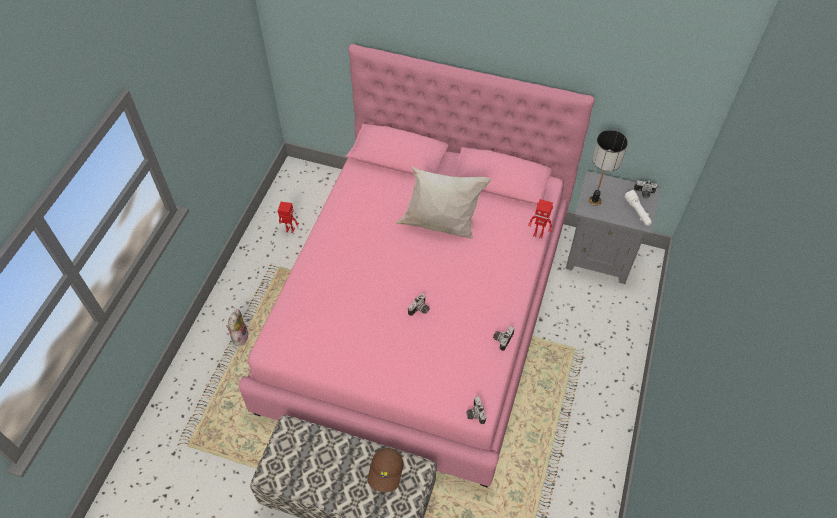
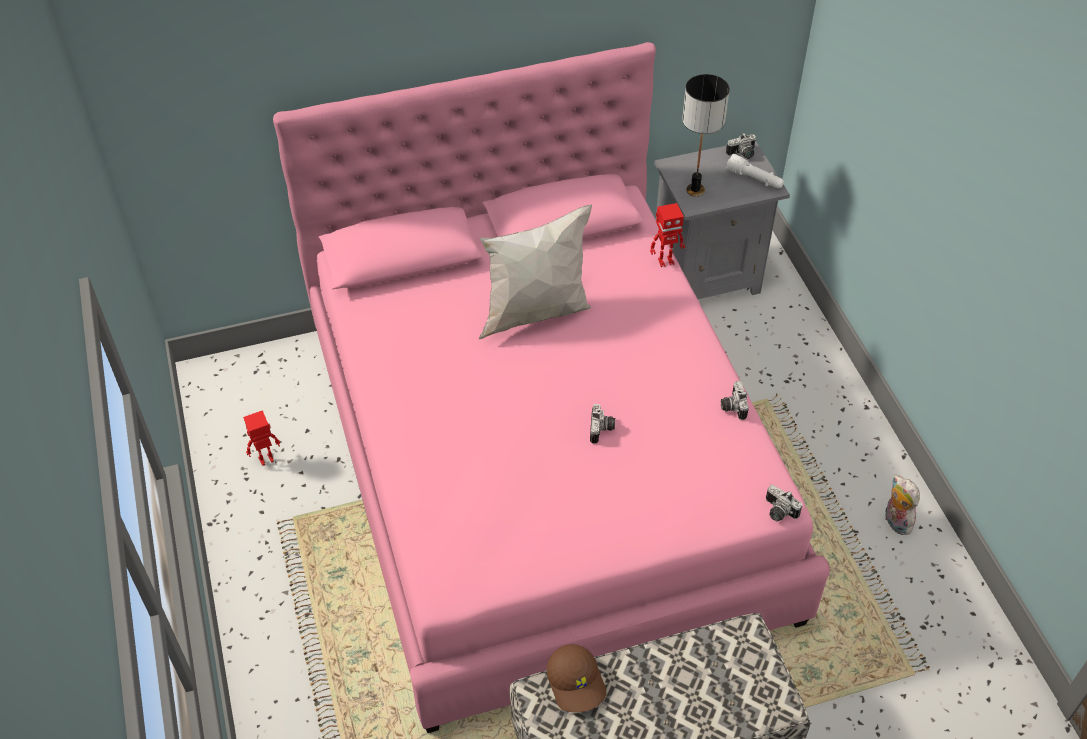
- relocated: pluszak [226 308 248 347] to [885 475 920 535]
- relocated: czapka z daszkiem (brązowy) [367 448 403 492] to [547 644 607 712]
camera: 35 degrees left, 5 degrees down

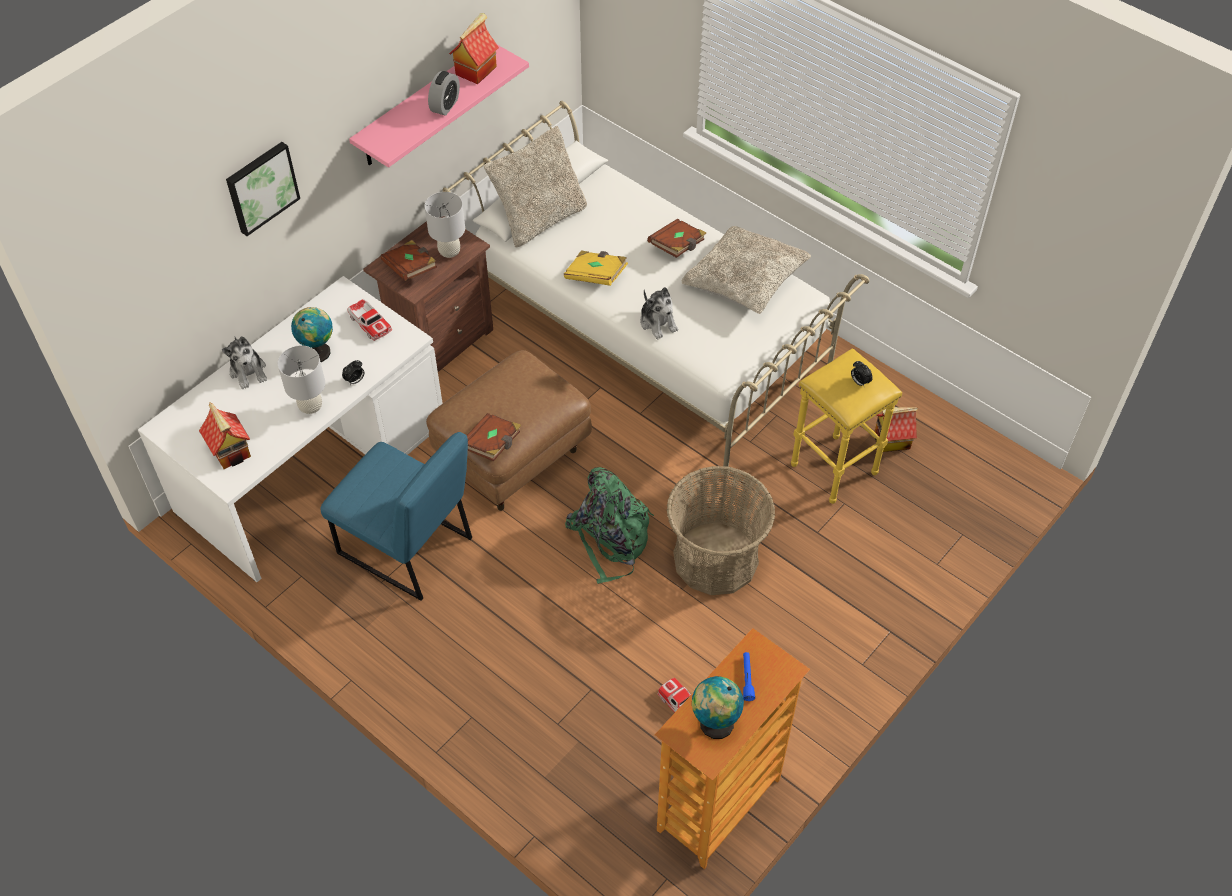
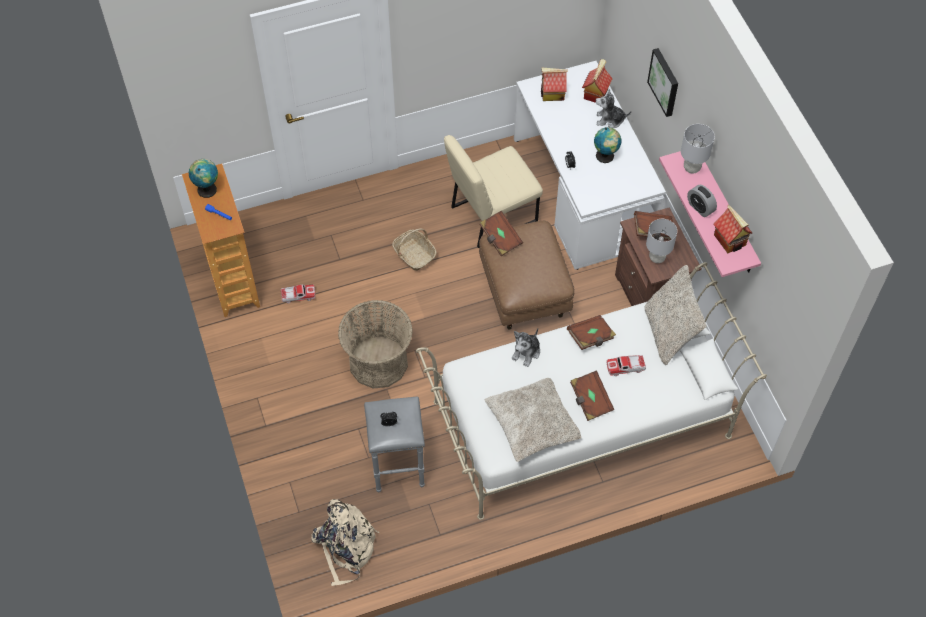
- colour: książka (żółty) [564 250 628 286] to książka (brązowy) [567 315 616 350]
- spun: pluszak [640 287 678 339] = [512 328 540 367] 60 degrees counterclockwise
- relocated: samochodzik [347 299 392 341] to [607 355 646 376]
- relocated: lampa stołowa (szary) [278 345 325 414] to [681 124 715 173]
- colour: stołek (żółty) [791 349 902 504] to stołek (szary) [364 396 425 493]
- relocated: domek [875 407 918 452] to [582 59 612 103]
- colour: krzesło (niebieski) [321 432 472 601] to krzesło (beżowy) [444 135 543 248]
- missing: plecak (zielony) [565 467 654 584]
- appeared: koszyk [392 228 437 271]
- appeared: plecak (beżowy) [311 499 379 586]
camera: 120 degrees right, 5 degrees up

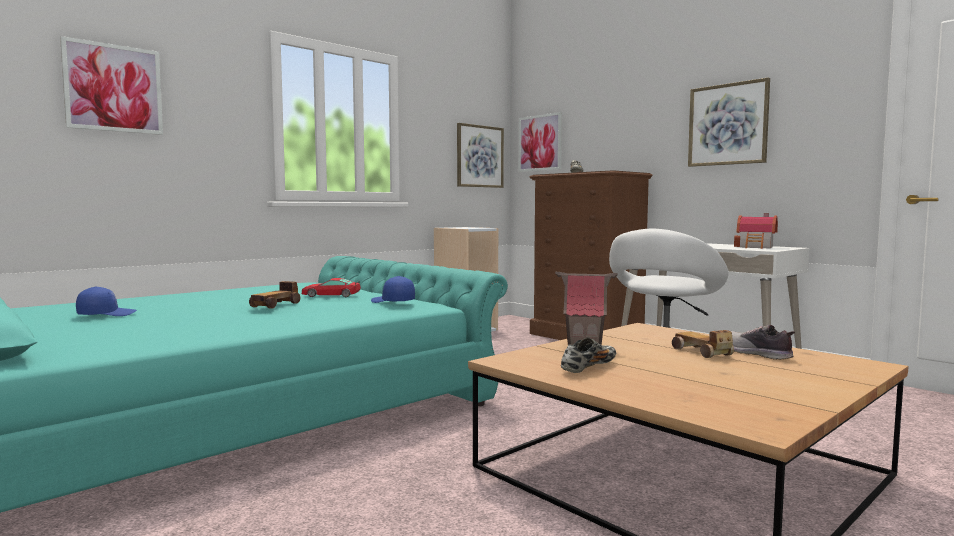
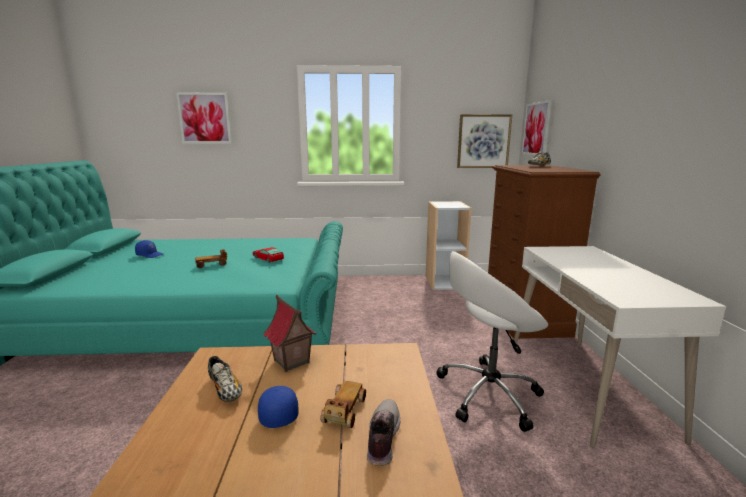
- missing: obraz [688 78 770 167]
- missing: domek [734 213 778 249]
- relocated: czapka z daszkiem (niebieski) [371 276 415 303] to [258 386 299 428]
- spun: but [561 338 616 373] = [208 356 242 402] 60 degrees clockwise
camera: 40 degrees right, 10 degrees up

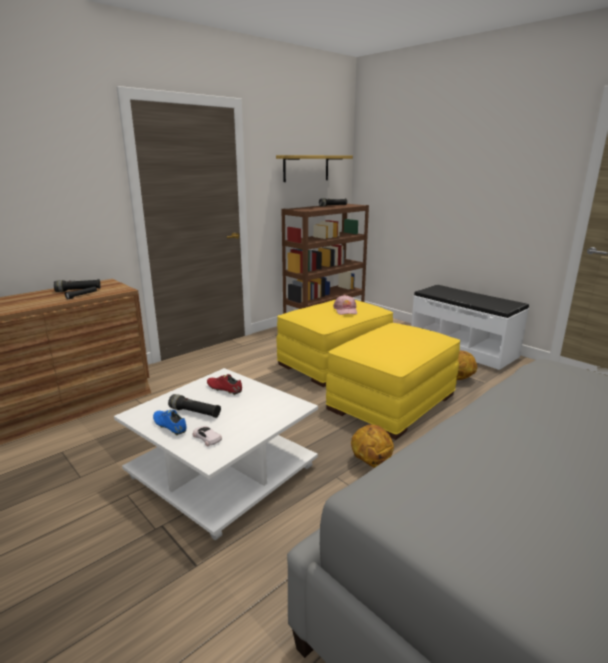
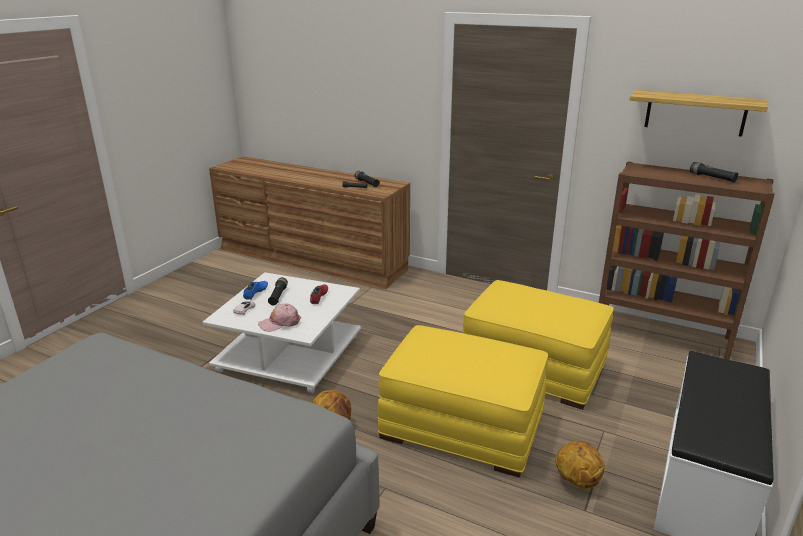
- relocated: czapka z daszkiem (różowy) [333 295 357 315] to [258 303 301 332]
camera: 70 degrees right, 5 degrees up

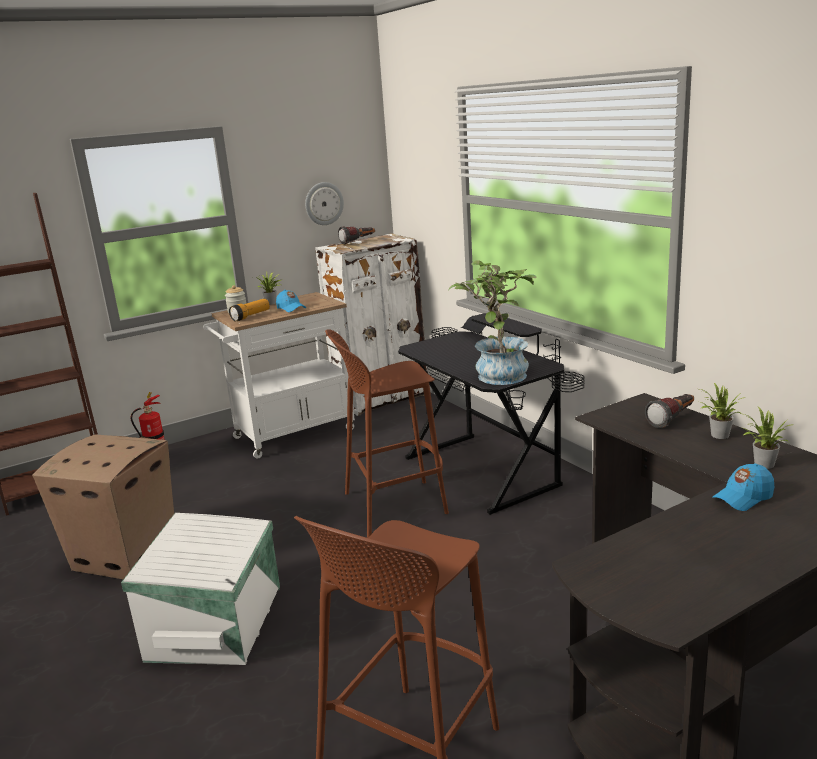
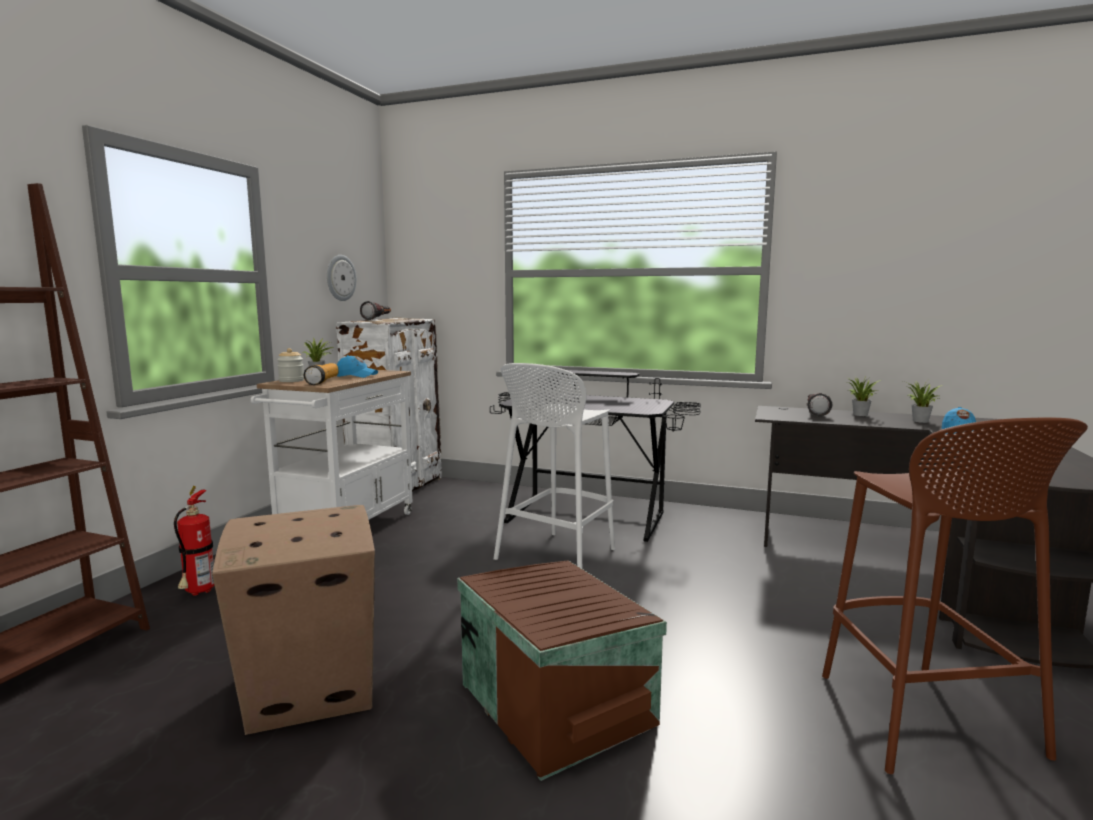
- missing: roślina doniczkowa [448 260 537 385]
- colour: stołek (brązowy) [325 329 449 538] to stołek (biały) [494 363 615 569]
- colour: pojemnik do przechowywania (biały) [121 513 280 665] to pojemnik do przechowywania (brązowy) [457 560 667 781]
camera: 40 degrees left, 10 degrees down

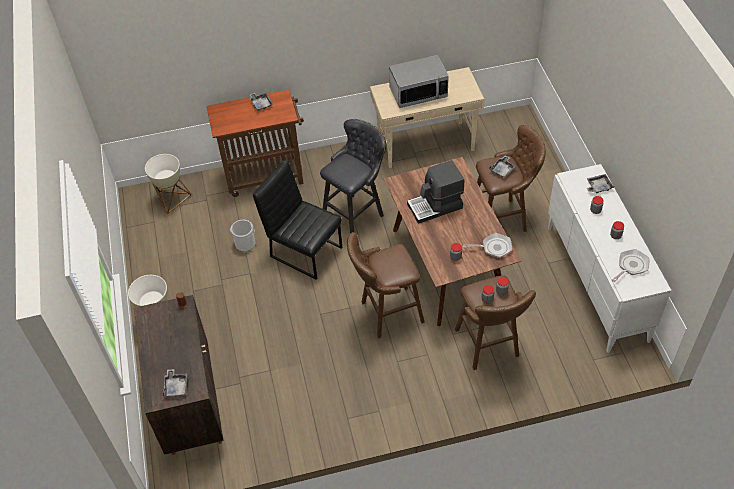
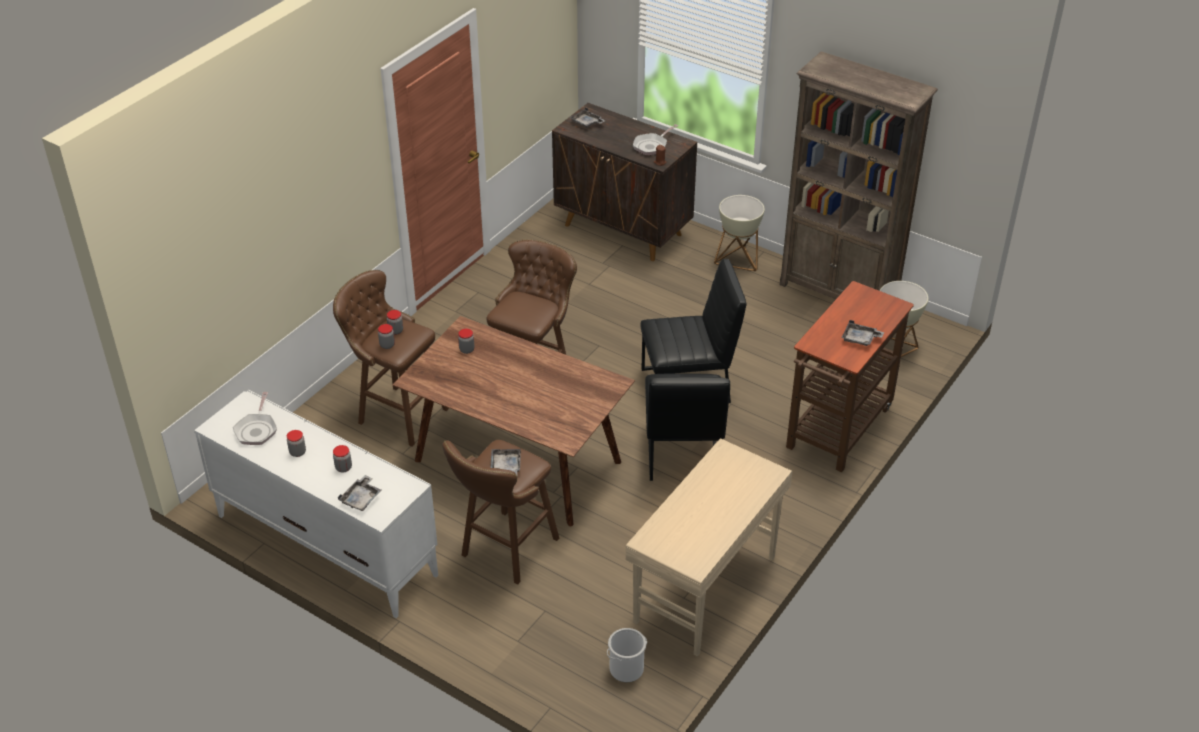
- missing: mikrofalówka [389 55 449 108]
- exchanged: stołek (czarny) [320 119 387 234] to krzesło (czarny) [645 373 730 481]
- missing: ekspres do kawy [407 160 465 224]
- relocated: wiadro [230 220 255 251] to [607 628 647 682]
- relocated: patelnia [463 233 512 258] to [633 124 678 156]
- appeared: regał (brązowy) [780 51 938 299]
camera: 135 degrees right, 10 degrees down

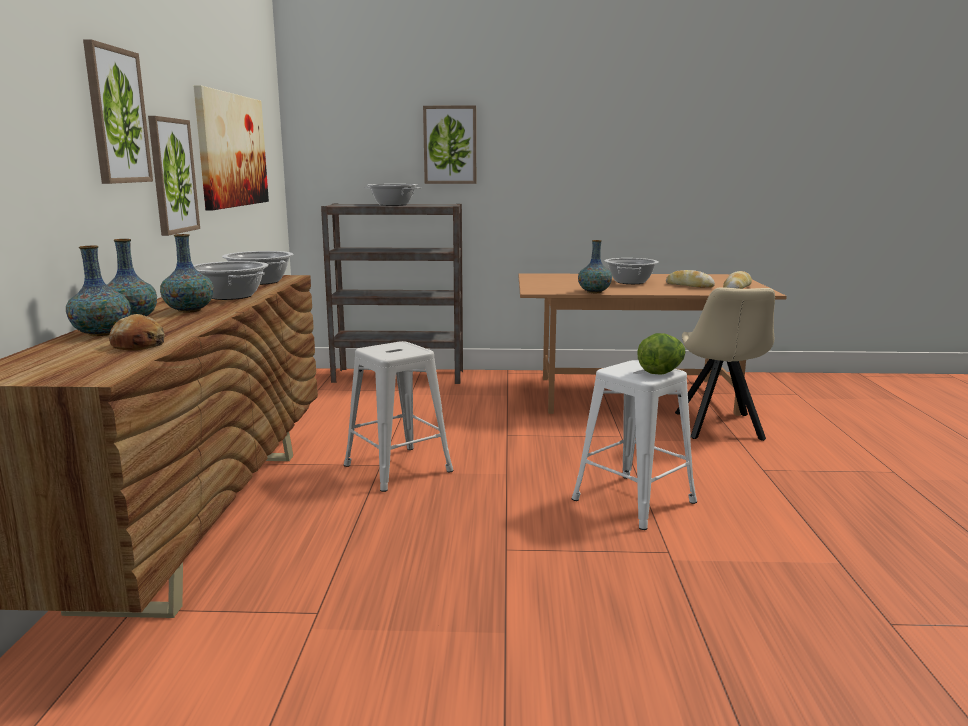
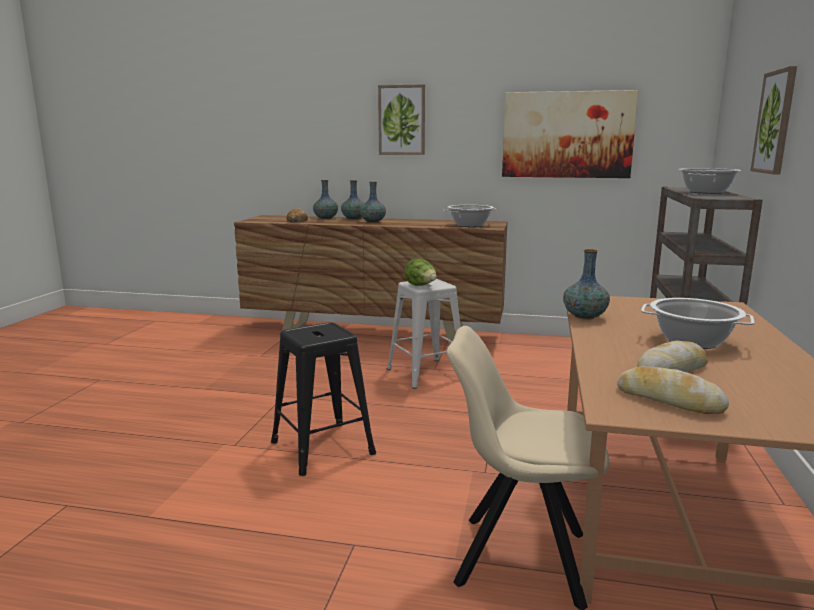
- missing: obraz [148 116 200 236]
- missing: garnek [193 261 268 300]
- relocated: sałata [637 333 685 375] to [405 259 437 286]
- colour: stołek (biały) [571 360 697 530] to stołek (czarny) [271 322 376 476]
camera: 100 degrees right, 0 degrees up

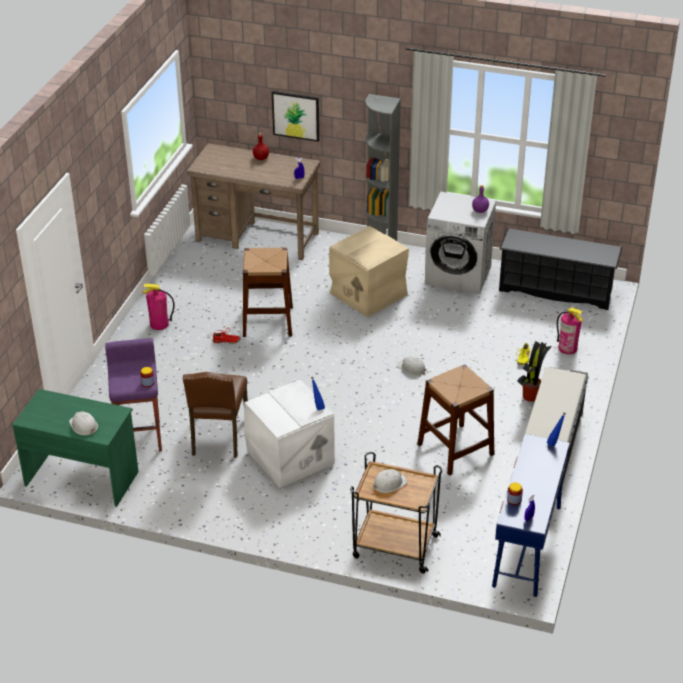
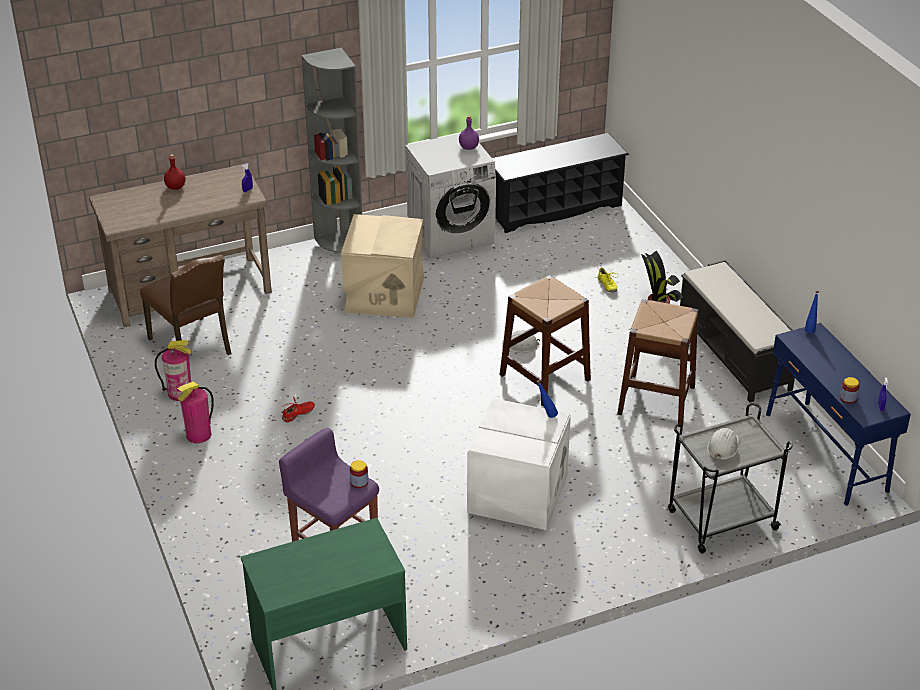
- missing: obraz [272 91 319 142]
- relocated: stołek (brązowy) [243 248 293 337] to [500 275 591 407]
- relocated: gaśnica [557 307 583 354] to [155 340 192 401]
- relocated: krzesło (brązowy) [183 372 248 458] to [140 255 231 355]
- missing: kask (biały) [69 411 98 435]
- colour: wózek (brązowy) [350 452 442 574] to wózek (szary) [668 403 793 553]
camera: 40 degrees left, 0 degrees up

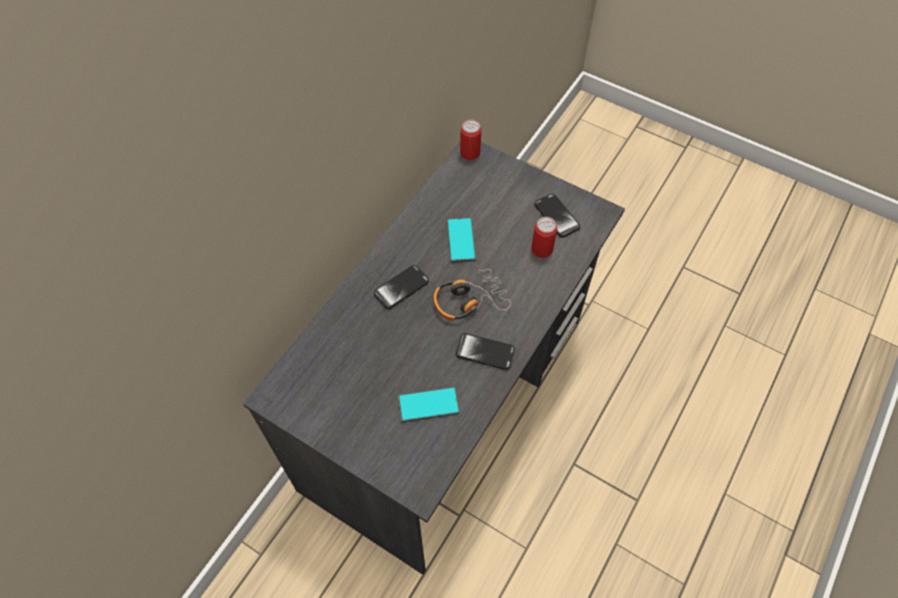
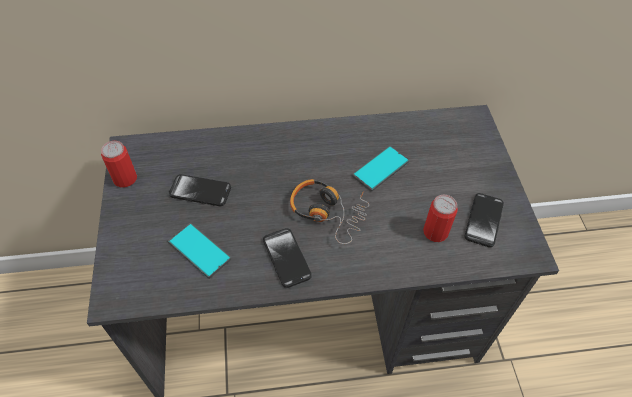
- relocated: puszka [460 119 481 160] to [101 141 137 187]
- relocated: telefon [374 265 429 309] to [169 174 231 206]
camera: 50 degrees right, 5 degrees down

